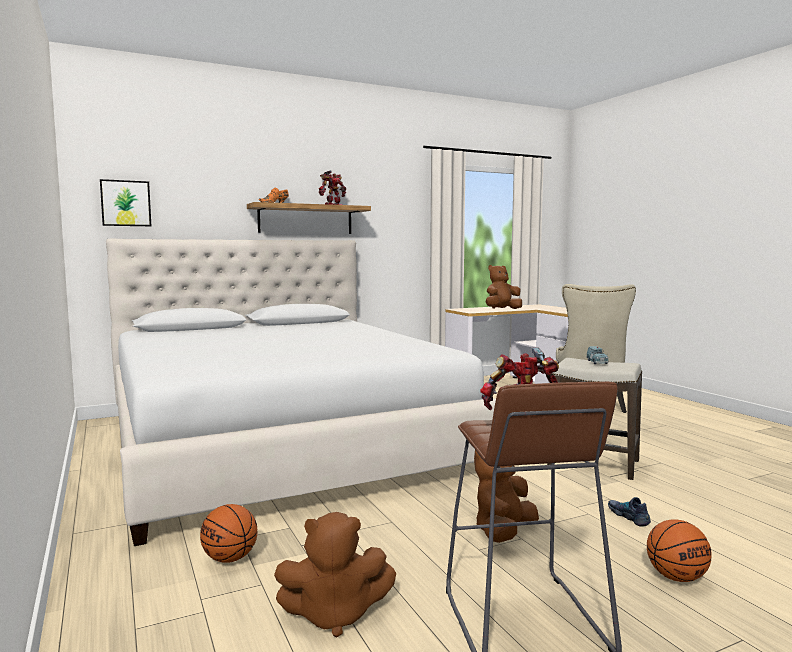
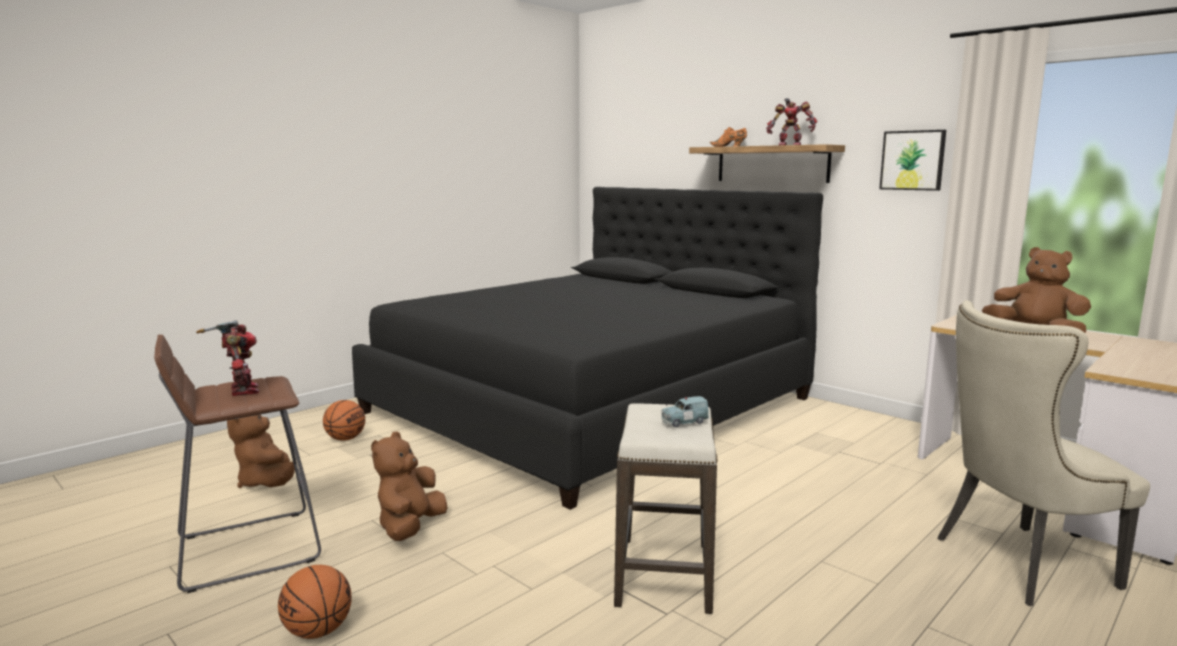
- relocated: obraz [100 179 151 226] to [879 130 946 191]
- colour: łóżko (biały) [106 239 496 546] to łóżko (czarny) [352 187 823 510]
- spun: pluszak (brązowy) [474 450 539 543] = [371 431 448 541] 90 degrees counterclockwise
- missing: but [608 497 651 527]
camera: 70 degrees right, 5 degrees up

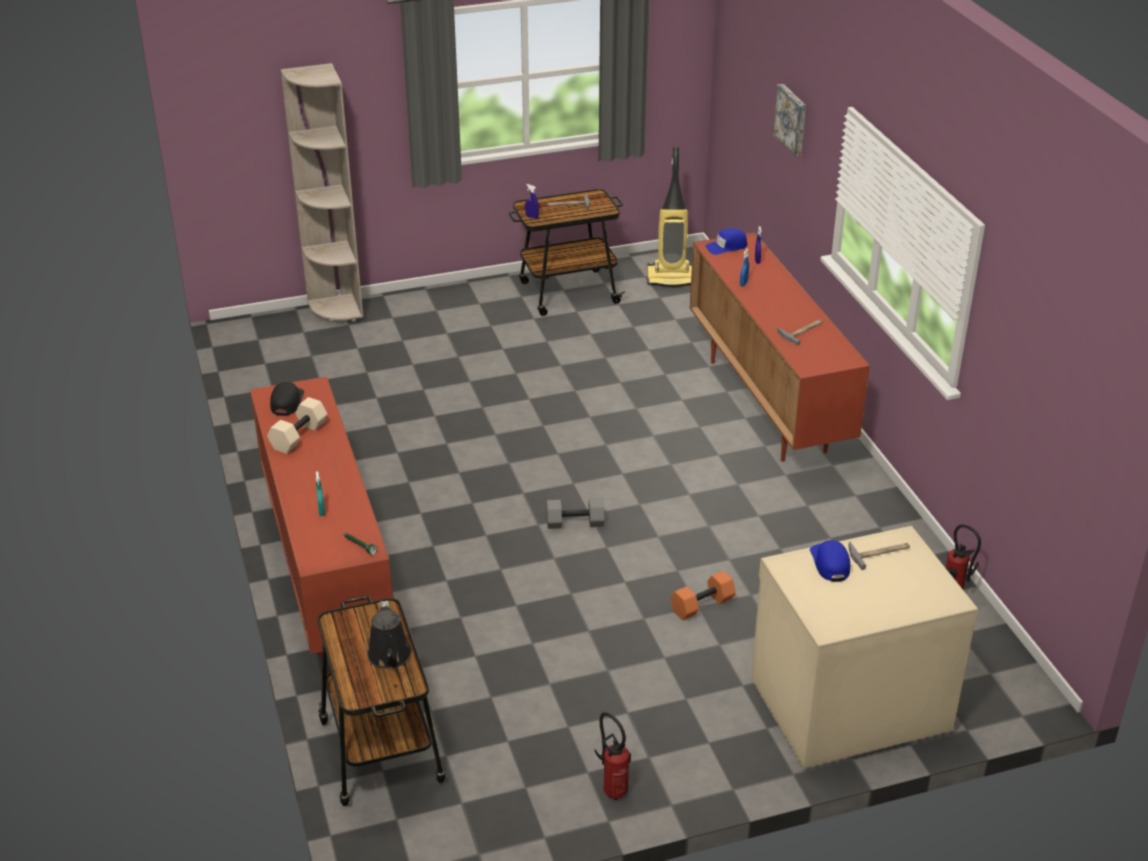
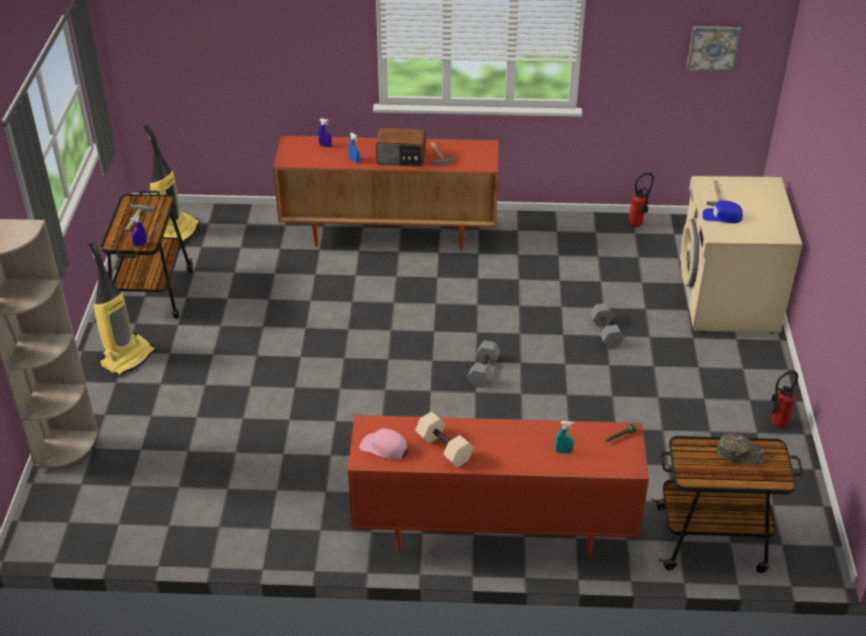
- relocated: obraz [773 84 806 157] to [687 26 741 72]
- missing: czapka z daszkiem (niebieski) [705 228 748 255]
- colour: czapka z daszkiem (czarny) [270 382 304 416] to czapka z daszkiem (różowy) [360 428 408 460]
- colour: hantel (pomarańczowy) [670 571 736 620] to hantel (szary) [590 303 624 348]
- exchanged: konewka (czarny) [368 600 412 669] to czapka z daszkiem (zielony) [717 433 765 465]
- appeared: radio [376 127 426 167]
- appeared: odkurzacz [88 240 156 377]
camera: 70 degrees left, 5 degrees up

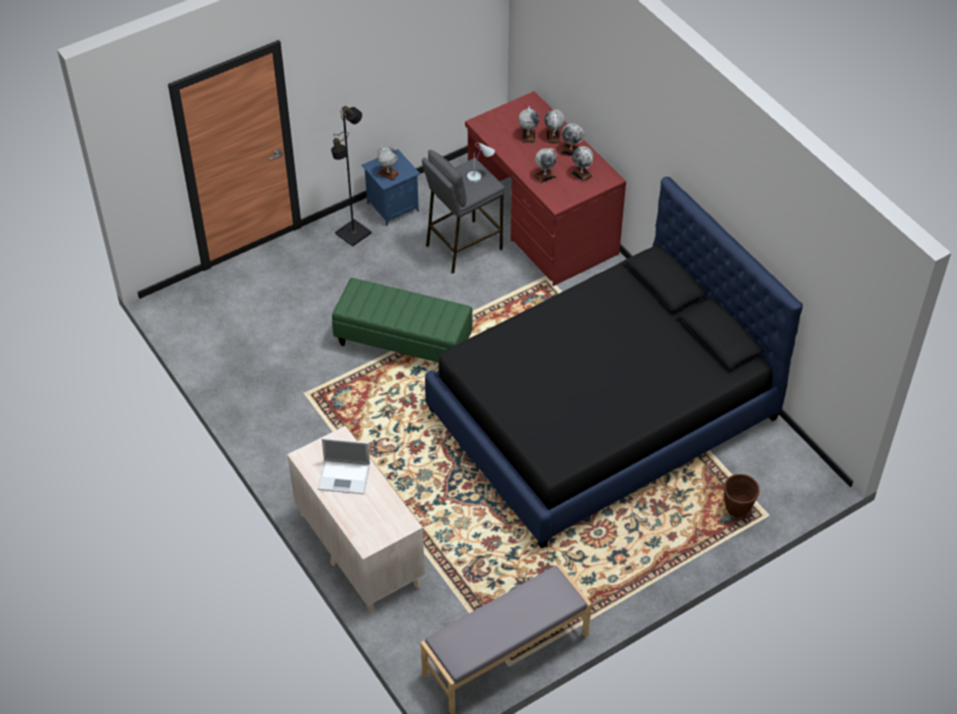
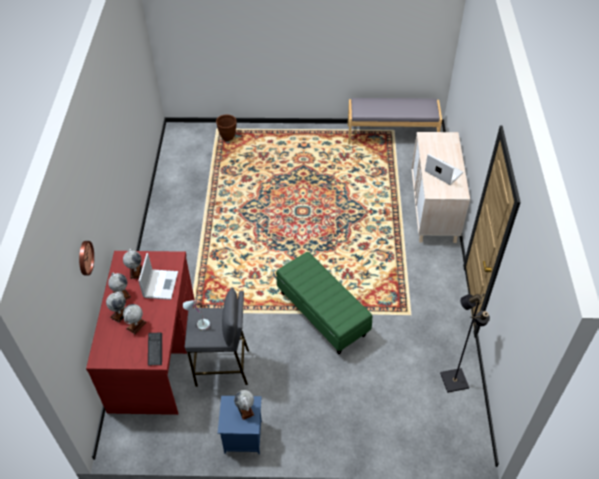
- relocated: lampa stojąca (czarny) [331 106 372 246] to [440 294 490 393]
- exchanged: globus [534 148 557 184] to laptop [139 253 178 300]
- missing: łóżko (czarny) [425 177 803 548]
- appeared: zegar ścienny [79 241 94 275]
- appeared: klawiatura [148 333 162 366]
camera: 145 degrees left, 0 degrees up

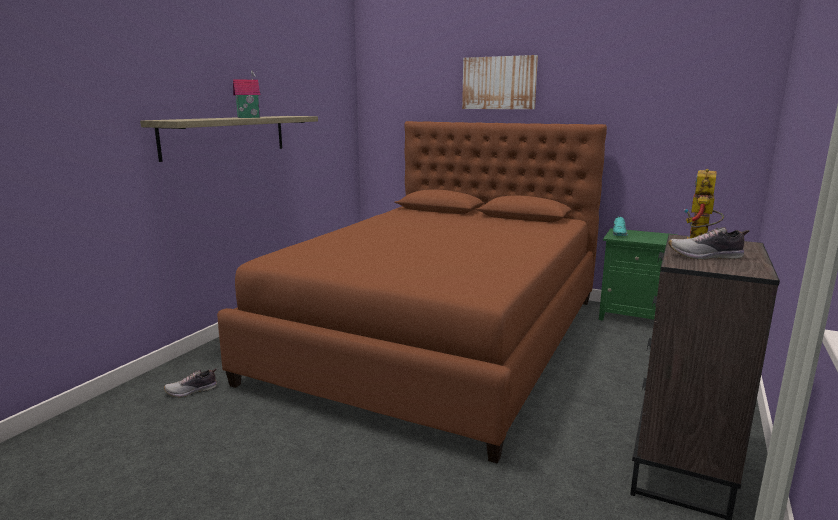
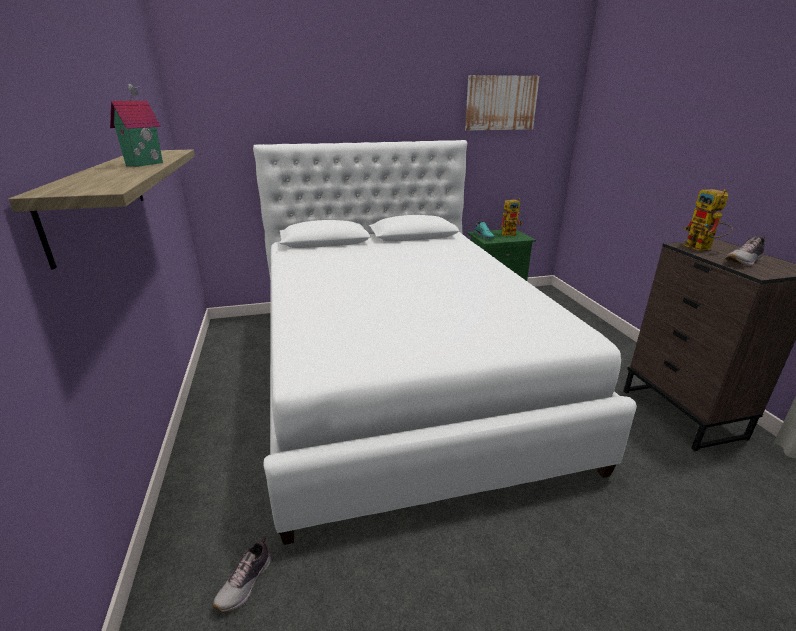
- relocated: obraz [462 55 538 109] to [465 75 540 131]
- colour: łóżko (brązowy) [217 121 607 464] to łóżko (biały) [253 140 637 545]
- appeared: robot zabawkowy [501 198 522 237]
camera: 40 degrees left, 10 degrees up

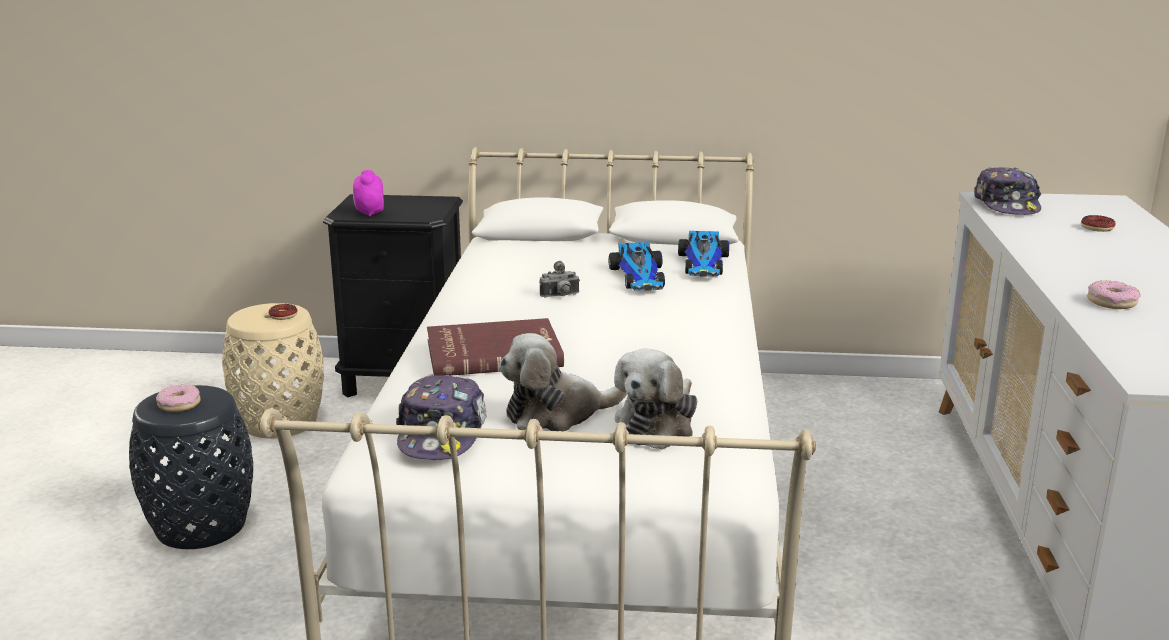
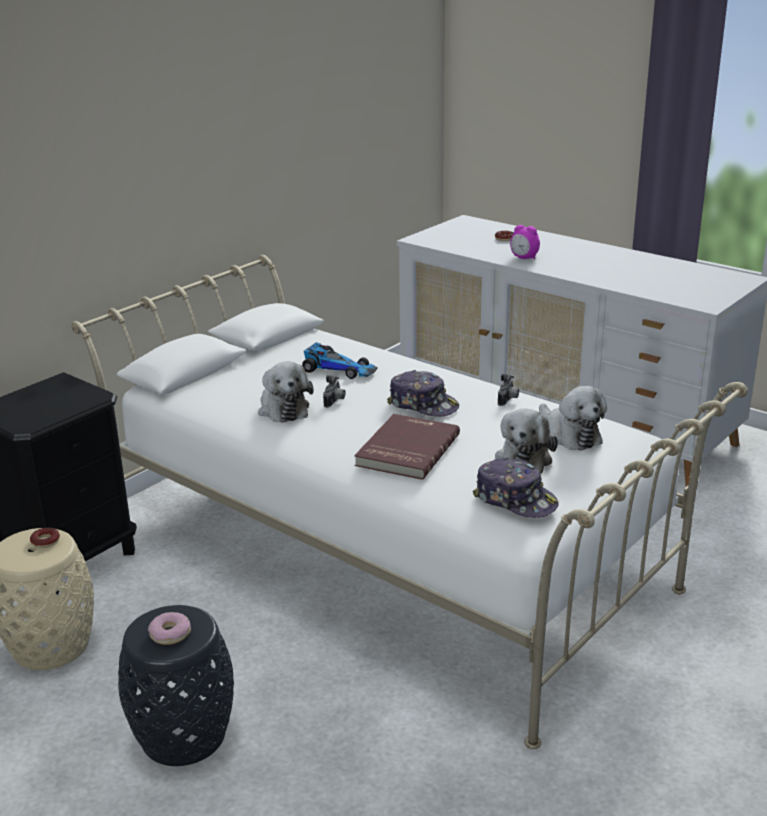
- relocated: czapka z daszkiem [974 167 1041 215] to [387 370 459 417]
- relocated: budzik [353 170 384 217] to [510 225 540 259]
- missing: samochodzik [678 231 729 277]
- missing: donut [1087 280 1141 309]
- appeared: pluszak [258 362 314 423]
- appeared: aparat fotograficzny [498 374 519 406]
camera: 55 degrees left, 5 degrees up

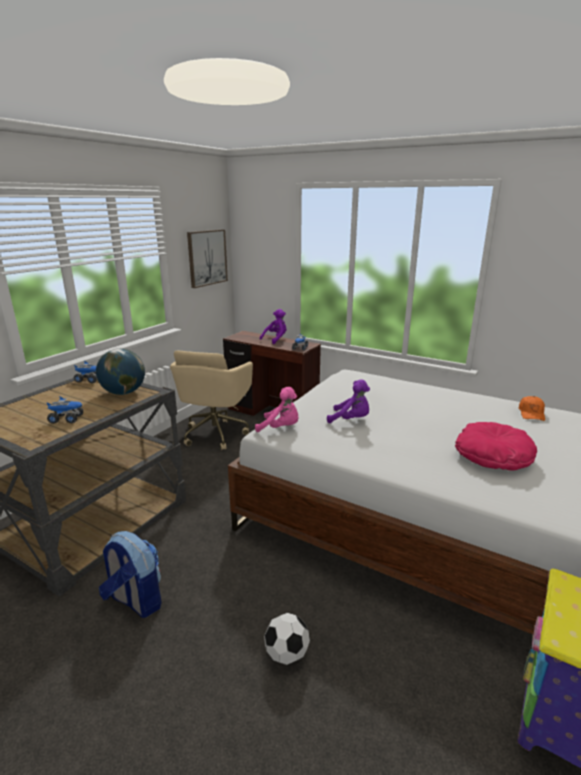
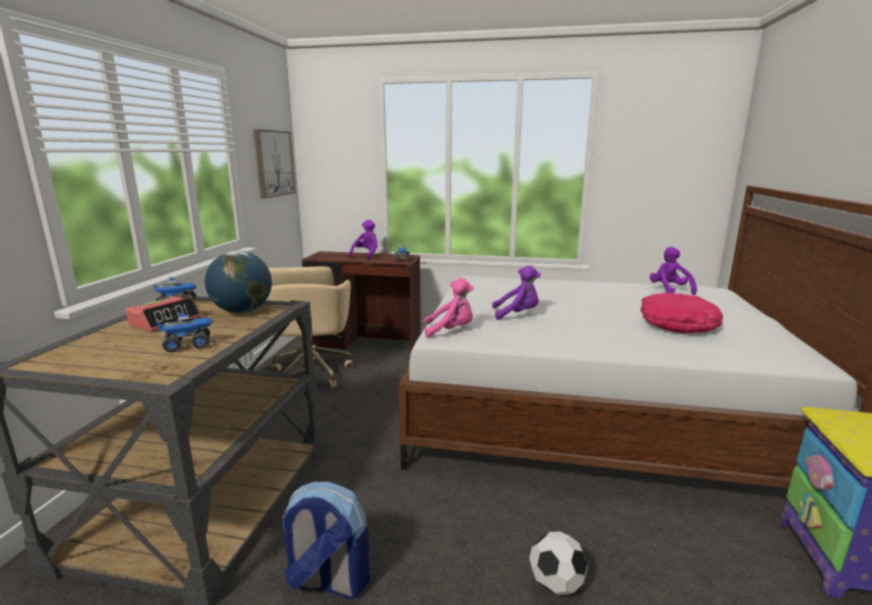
- exchanged: czapka z daszkiem (pomarańczowy) [519 396 545 421] to pluszak (fioletowy) [650 247 697 295]
- appeared: budzik [126 296 202 332]
camera: 20 degrees left, 5 degrees down

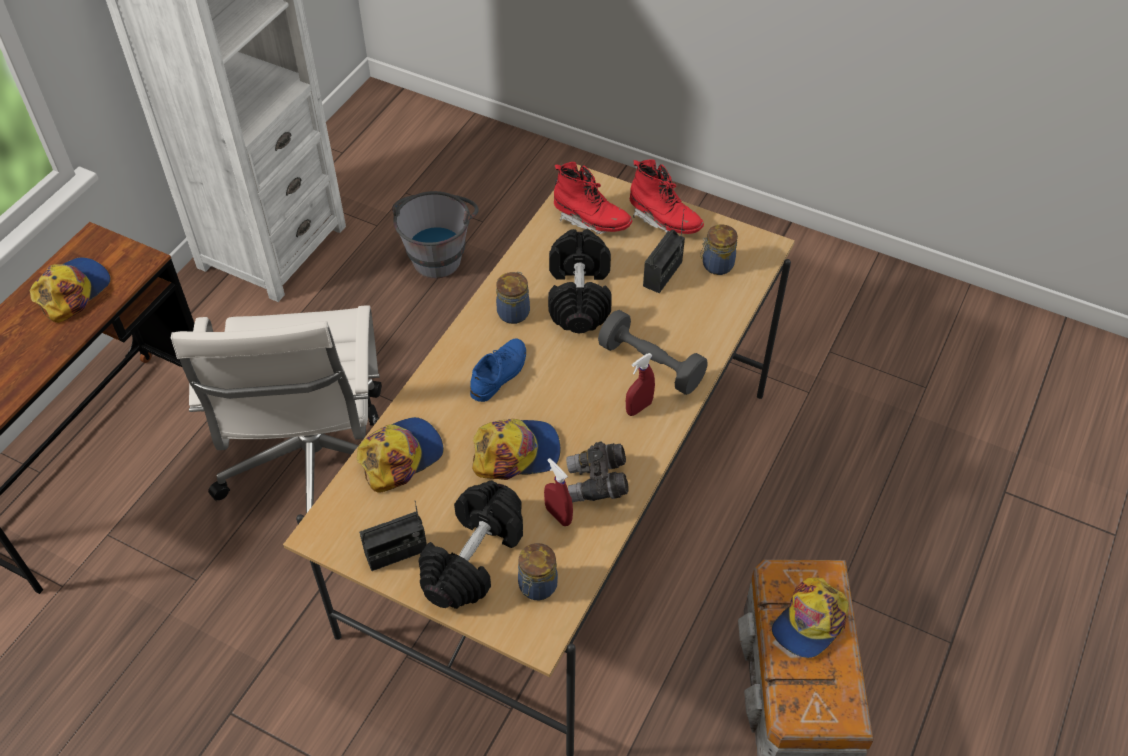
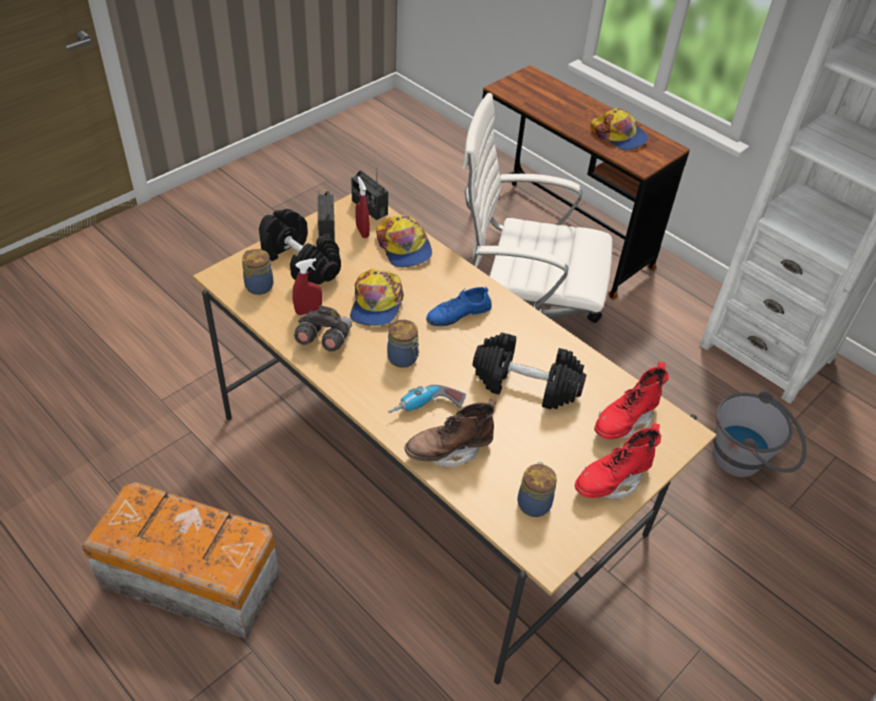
- relocated: radio [643 212 685 293] to [351 171 388 220]
- relocated: słoik [496 272 530 324] to [387 320 419 368]
- exchanged: hantel (szary) [598 310 708 395] to wiertarka [388 385 466 414]
- spun: but (niebieski) [470 338 526 402] = [426 287 492 326] 105 degrees clockwise
- relocated: spryskiwacz (czerwony) [626 353 655 416] to [355 177 370 238]
- missing: czapka z daszkiem [772 578 849 658]
- appeared: but z cholewką (brązowy) [405 399 497 467]
camera: 105 degrees right, 5 degrees down

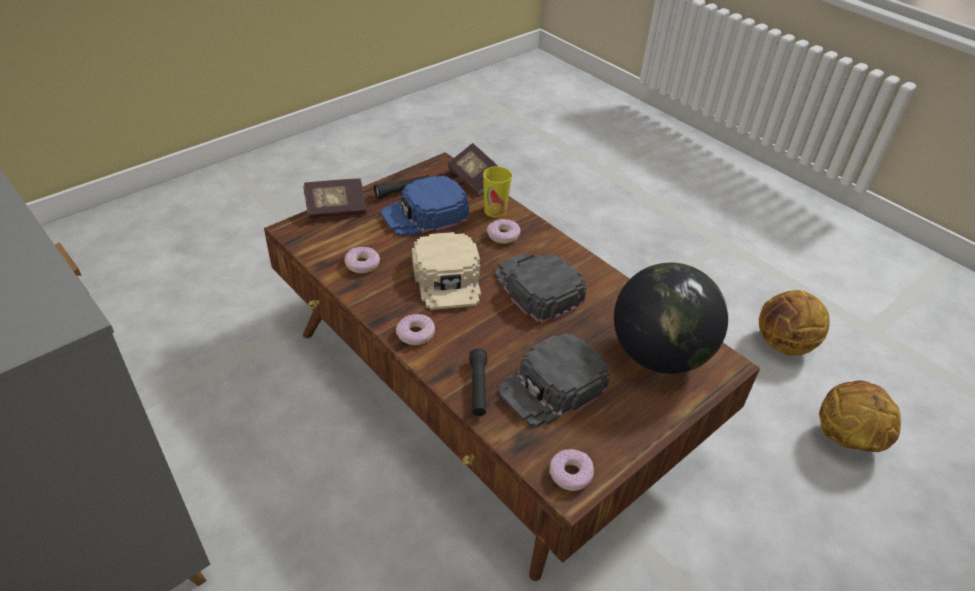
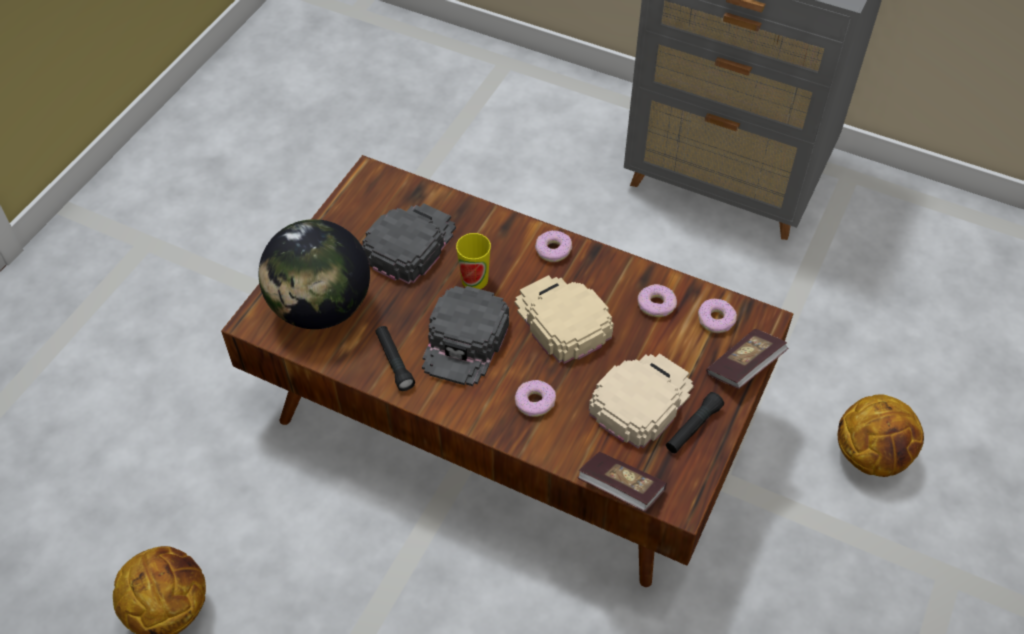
- relocated: filiżanka [483 166 512 218] to [456 233 491 289]
- colour: czapka z daszkiem (niebieski) [380 176 469 236] to czapka z daszkiem (beżowy) [589 353 694 449]
- spun: czapka z daszkiem (czarny) [494 253 586 323] = [422 286 509 386] 75 degrees clockwise
- relocated: latarka (czarny) [469 348 487 416] to [375 326 415 391]
- relocated: piłka do koszykówki [819 381 901 452] to [838 394 924 477]
- relocated: donut [549 449 594 491] to [698 299 737 333]
camera: 160 degrees right, 10 degrees up

